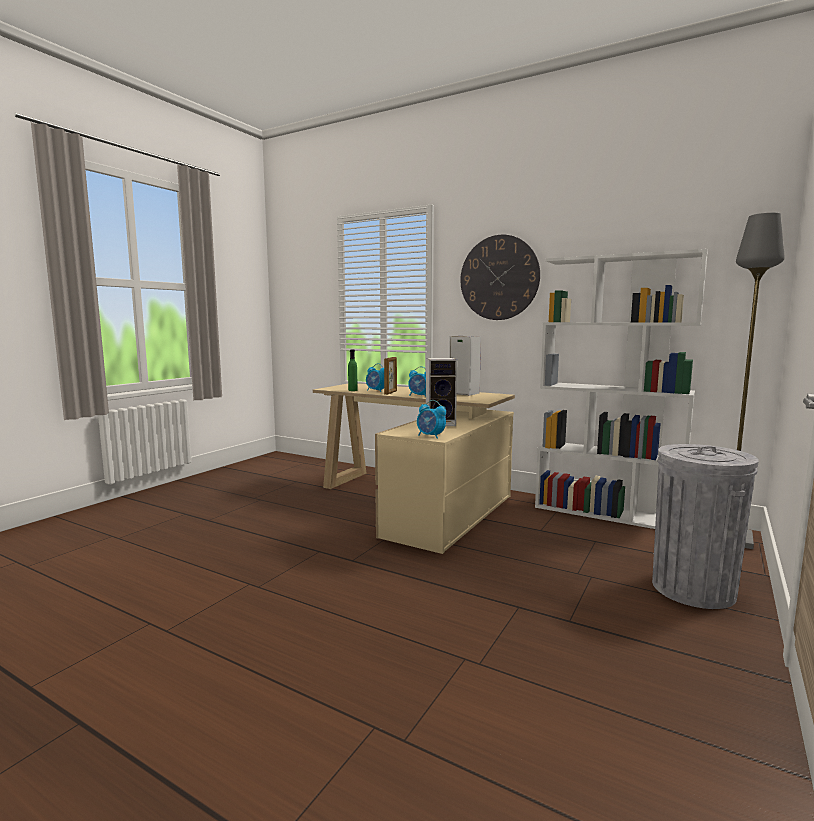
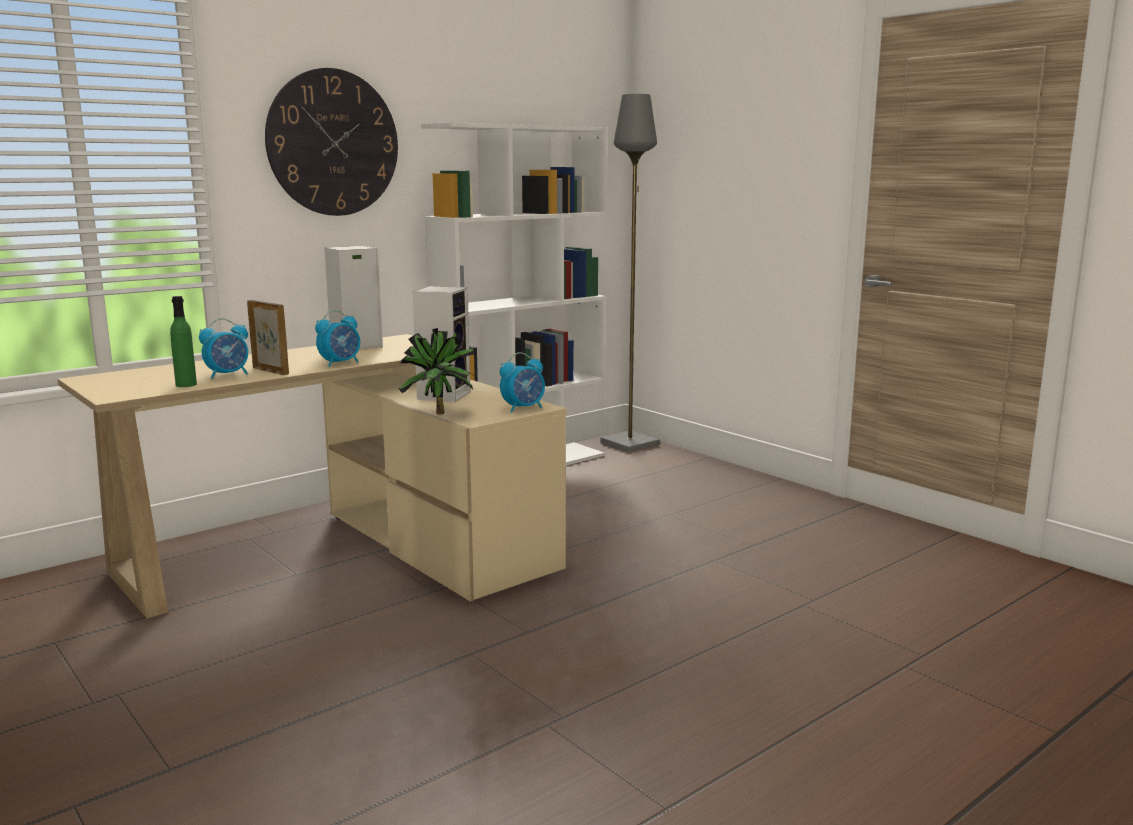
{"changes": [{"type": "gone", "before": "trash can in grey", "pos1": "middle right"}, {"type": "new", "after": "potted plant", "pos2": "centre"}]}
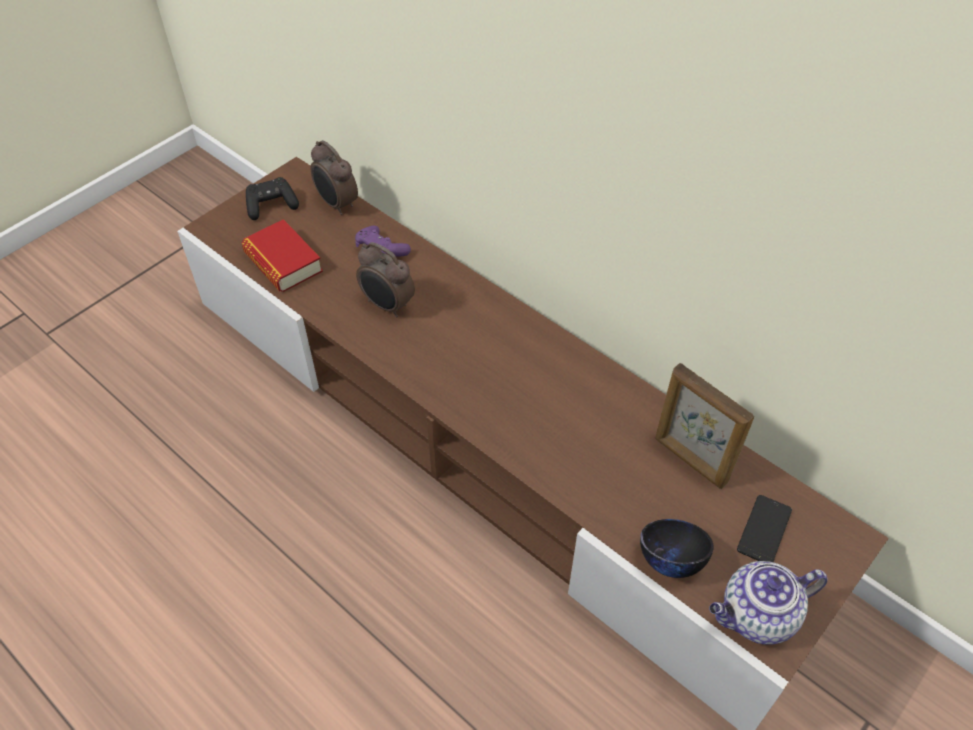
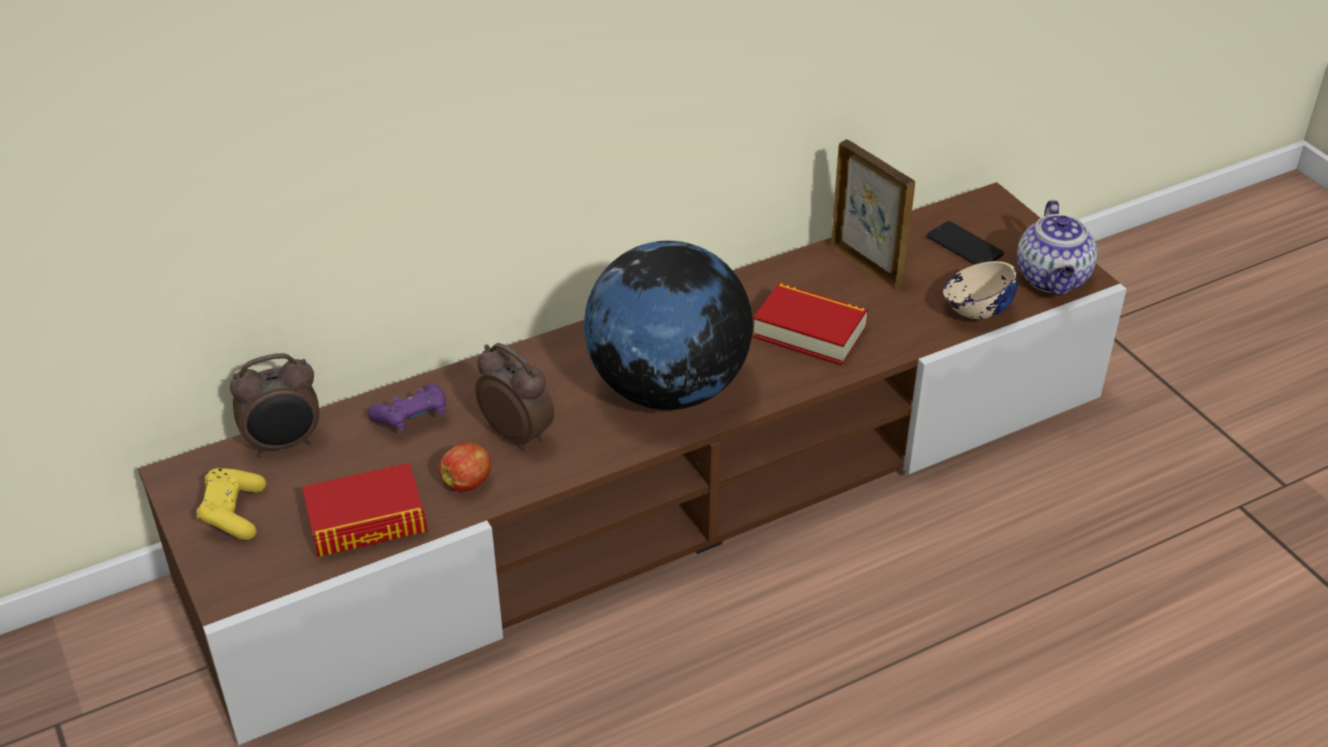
{"changes": [{"type": "new", "after": "apple", "pos2": "centre"}, {"type": "new", "after": "globe", "pos2": "centre"}, {"type": "new", "after": "book (no. 2 from left)", "pos2": "centre"}, {"type": "repainted", "before": "game controller in black", "after": "game controller in yellow", "pos1": "top left", "pos2": "bottom left"}, {"type": "repainted", "before": "bowl in black", "after": "bowl in beige", "pos1": "bottom right", "pos2": "middle right"}, {"type": "rotated", "before": "alarm clock (no. 2 from left)", "pos1": "centre", "pos2": "centre", "turn": -105}, {"type": "rotated", "before": "picture frame", "pos1": "middle right", "pos2": "top centre", "turn": -105}]}
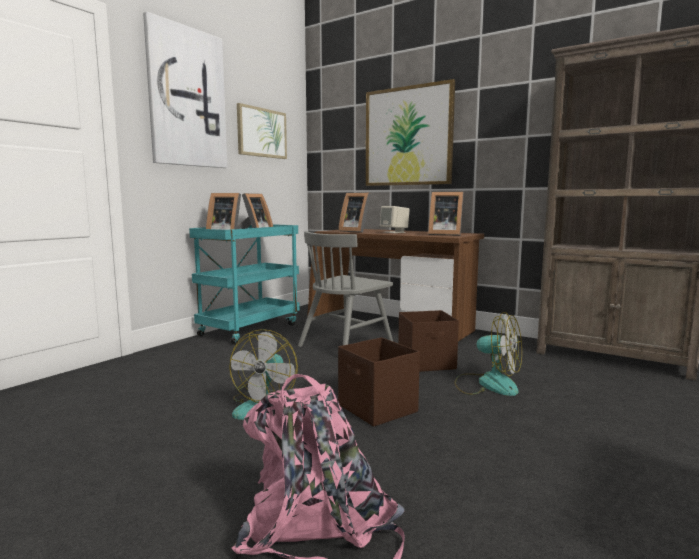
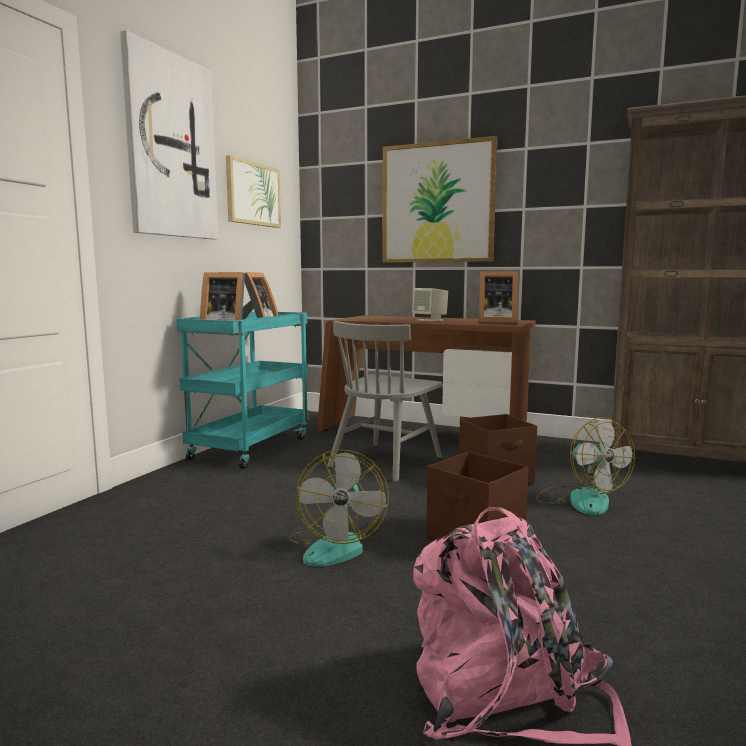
{"changes": [{"type": "gone", "before": "picture frame (no. 3 from left)", "pos1": "centre"}, {"type": "rotated", "before": "fan (no. 2 from left)", "pos1": "middle right", "pos2": "middle right", "turn": 45}]}
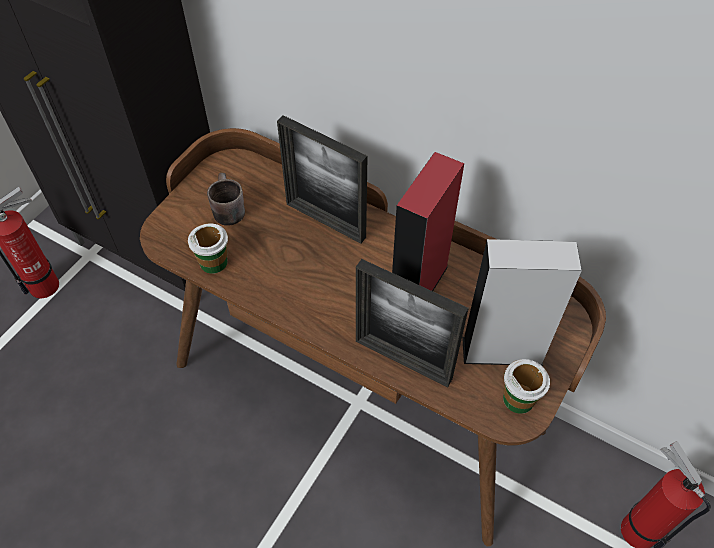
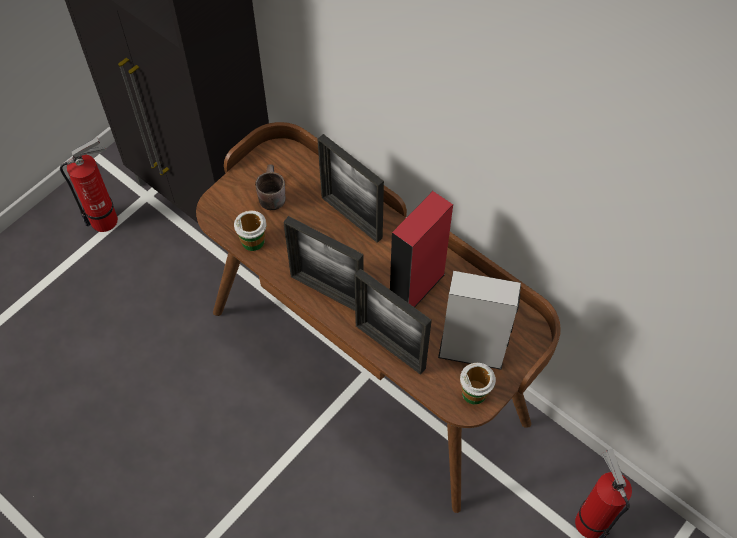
{"changes": [{"type": "new", "after": "picture frame (no. 1 from left)", "pos2": "centre"}]}
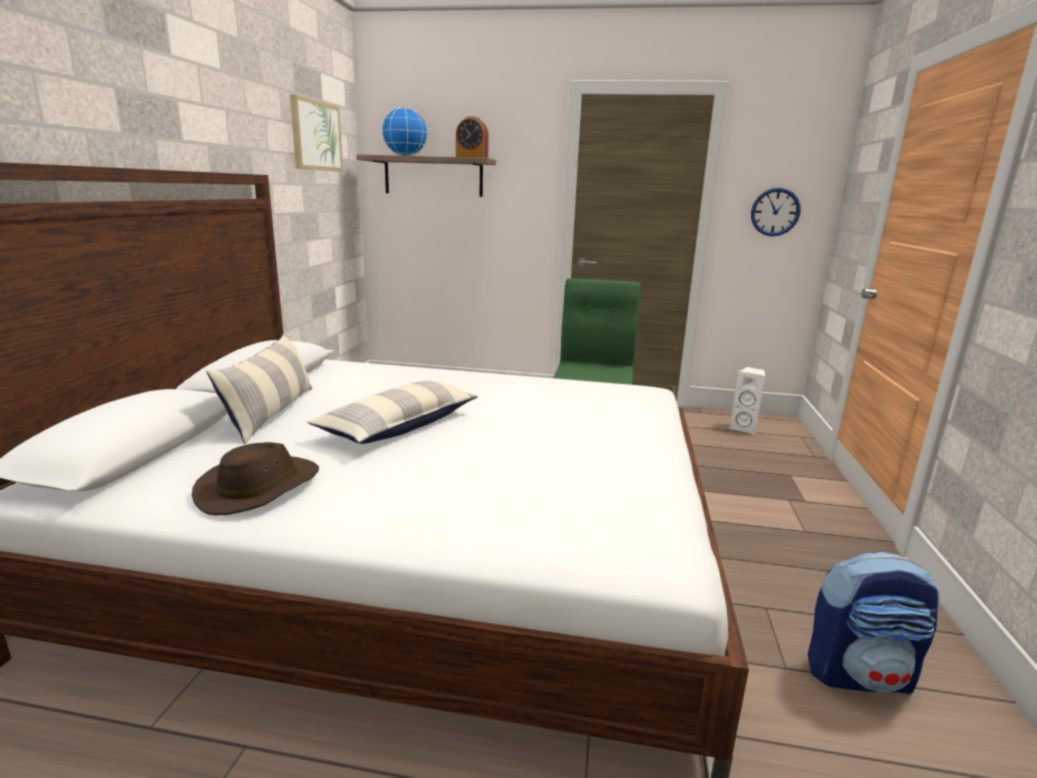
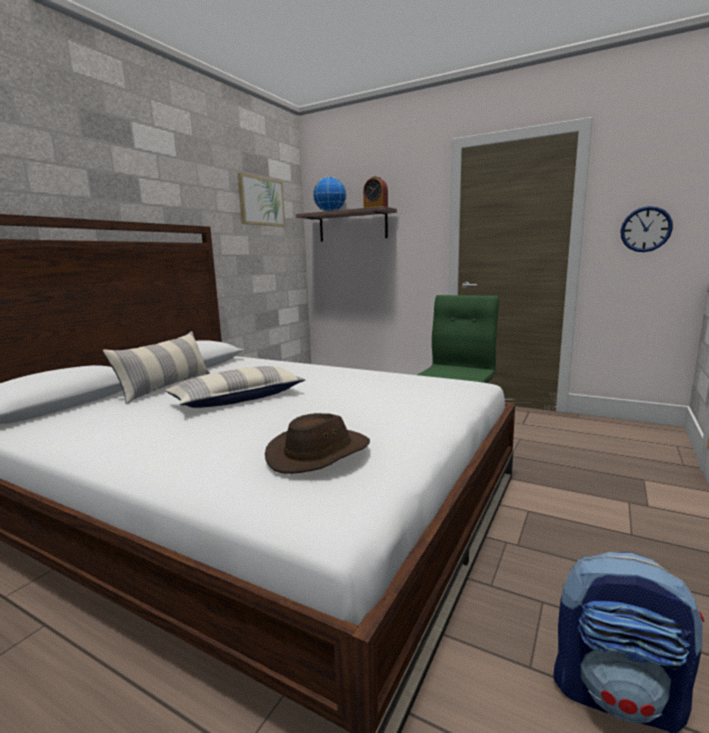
{"changes": [{"type": "gone", "before": "speaker in white", "pos1": "middle right"}, {"type": "shifted", "before": "hat in brown", "pos1": "middle left", "pos2": "centre"}]}
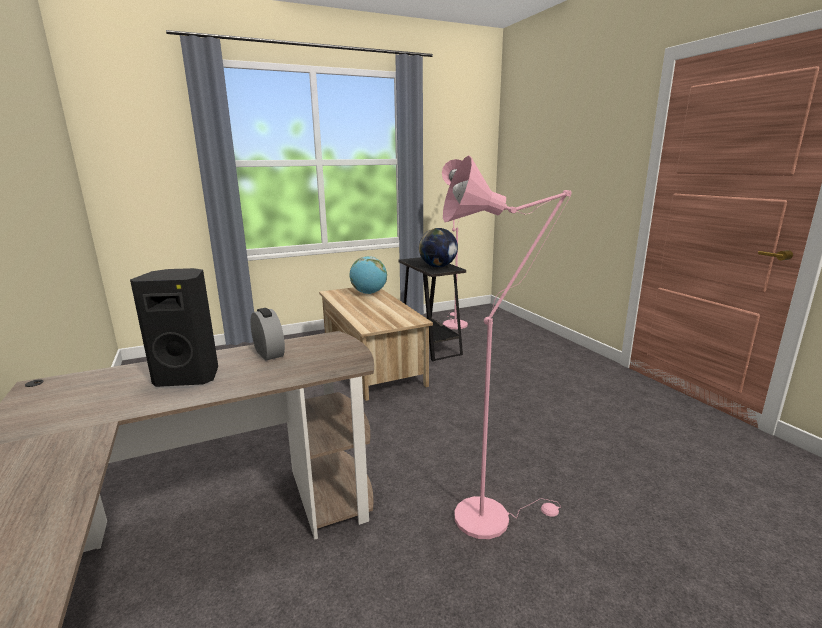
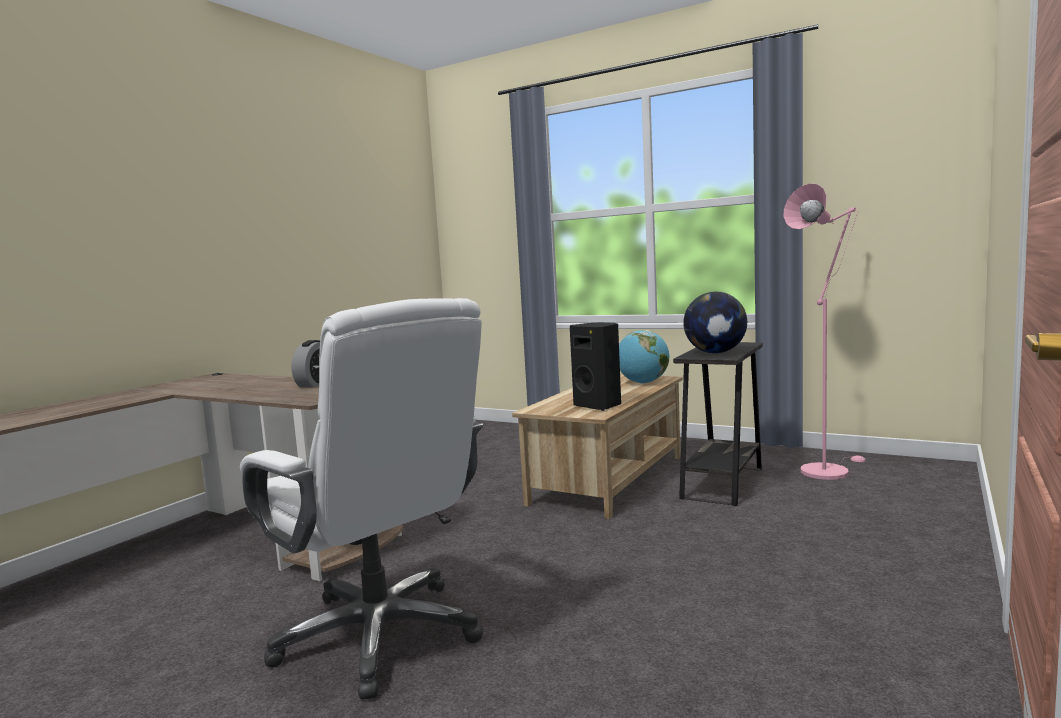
{"changes": [{"type": "shifted", "before": "speaker in black", "pos1": "middle left", "pos2": "centre"}, {"type": "swapped", "before": "floor lamp in pink (no. 2 from left)", "after": "office chair in white", "pos1": "centre", "pos2": "bottom centre"}]}
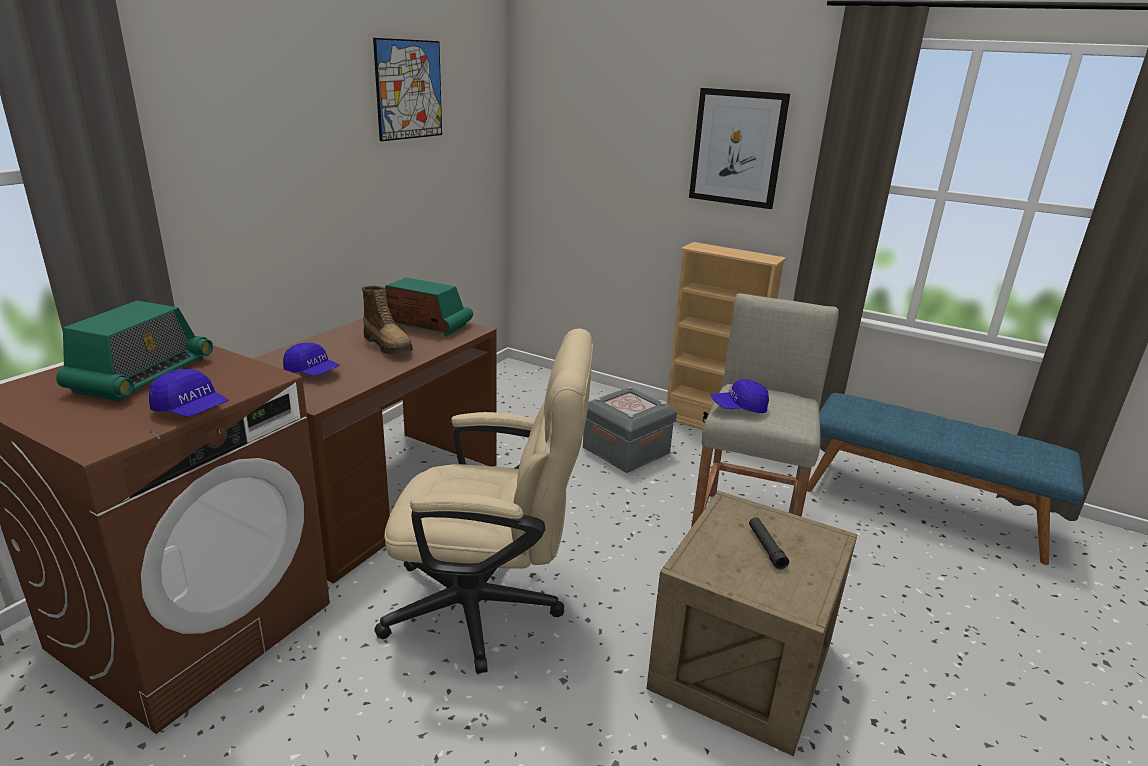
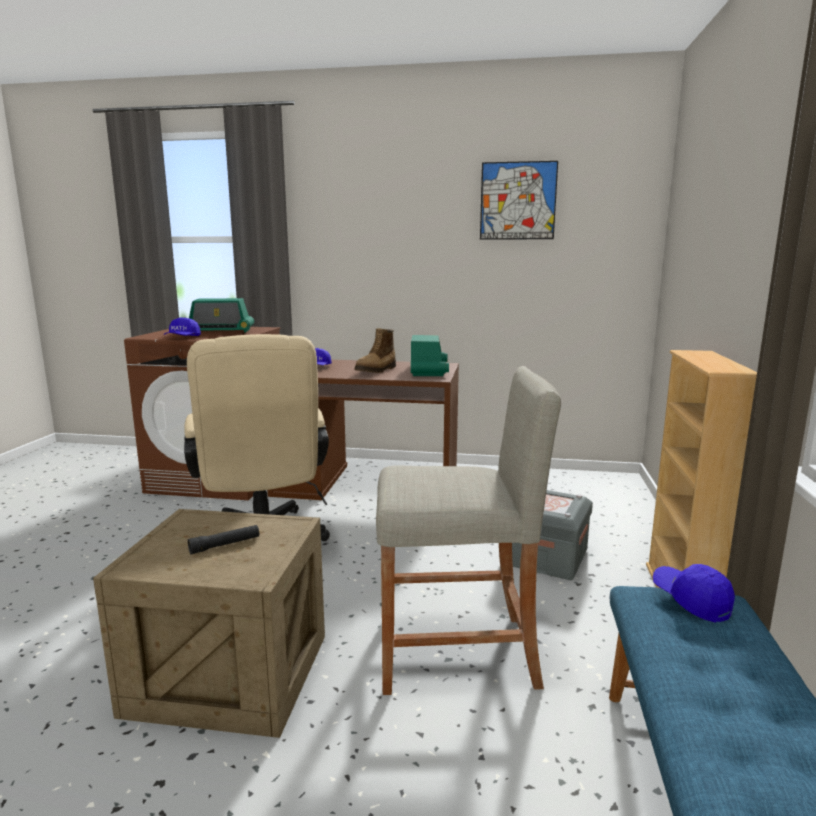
{"changes": [{"type": "gone", "before": "picture (no. 2 from left)", "pos1": "top centre"}, {"type": "shifted", "before": "cap in blue (no. 3 from left)", "pos1": "centre", "pos2": "bottom right"}]}
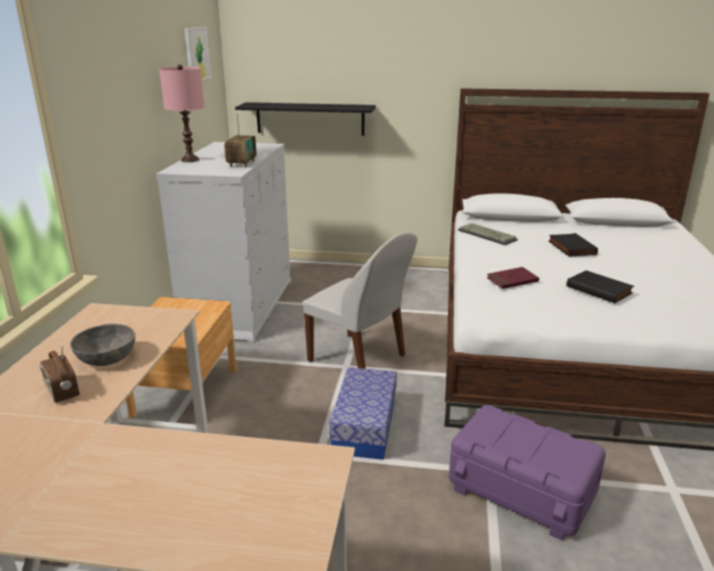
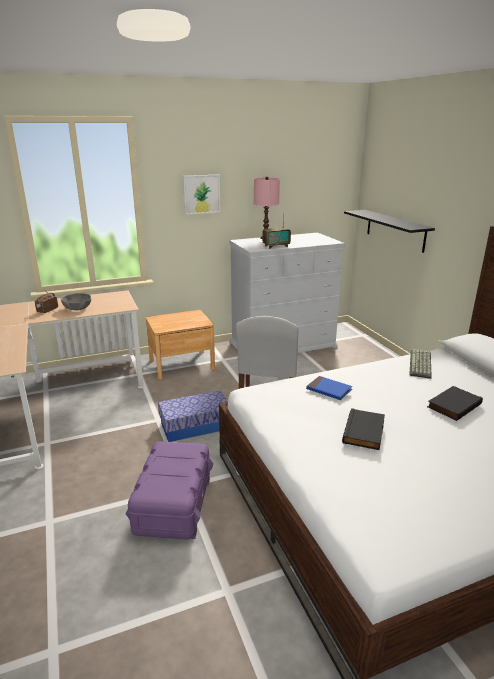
{"changes": [{"type": "shifted", "before": "picture", "pos1": "top left", "pos2": "top centre"}, {"type": "repainted", "before": "book in red", "after": "book in blue", "pos1": "middle right", "pos2": "centre"}]}
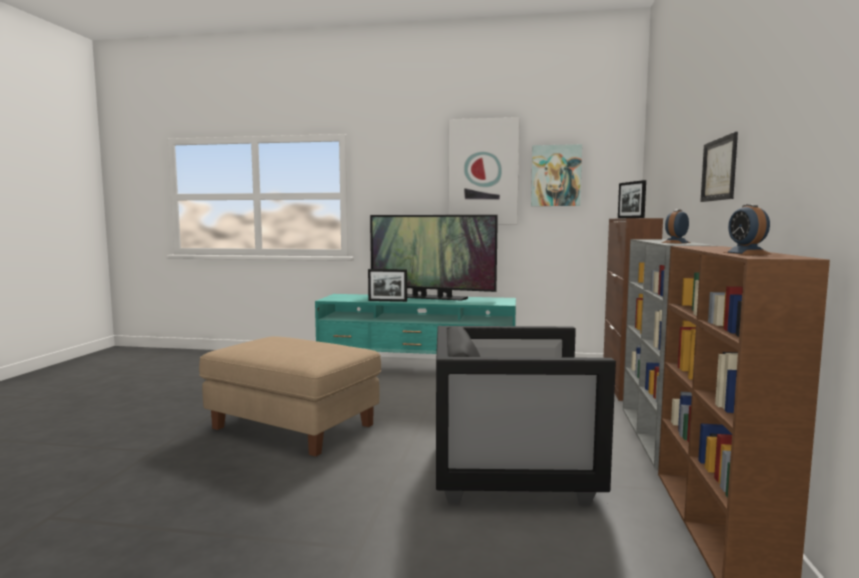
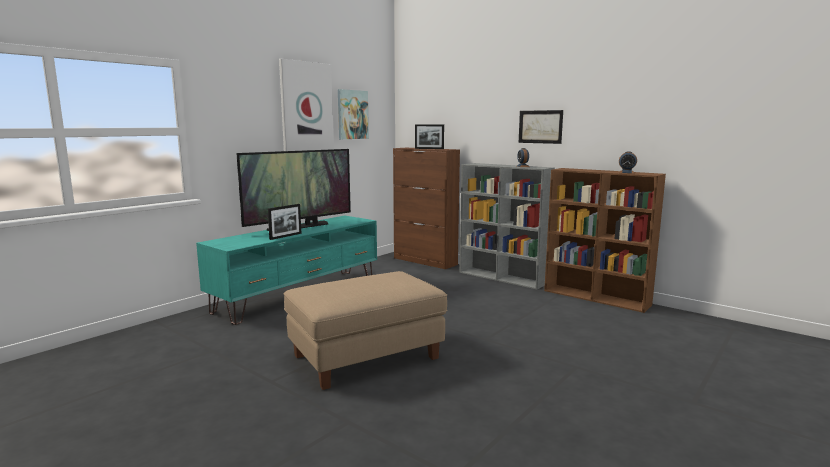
{"changes": [{"type": "gone", "before": "armchair in black", "pos1": "bottom centre"}]}
